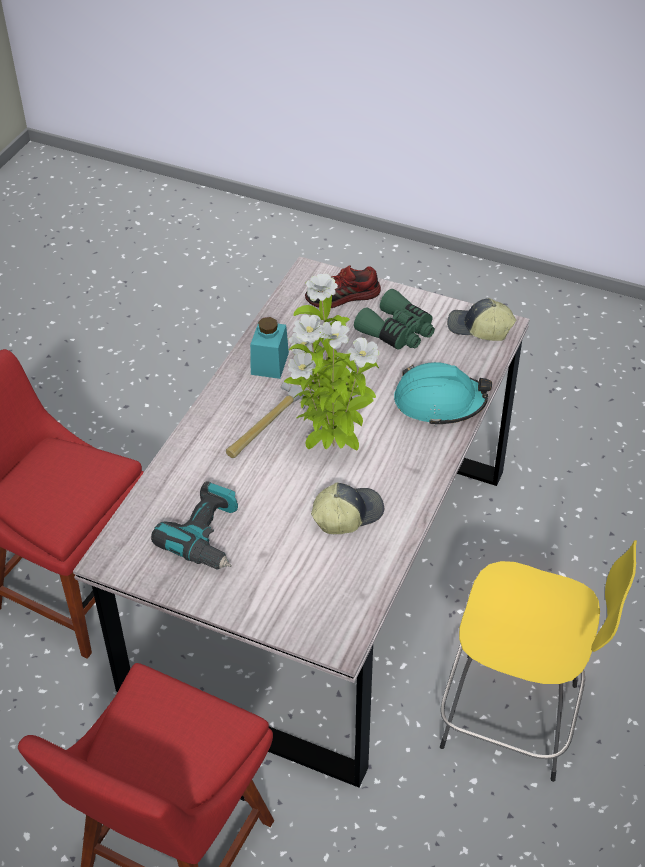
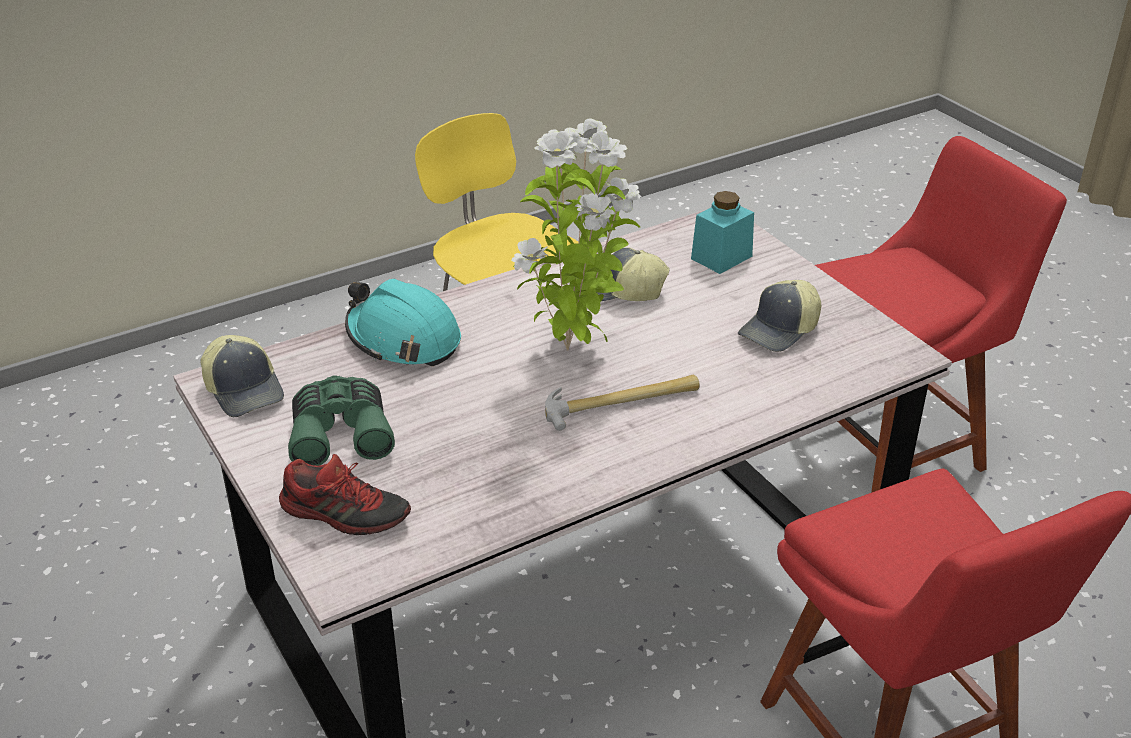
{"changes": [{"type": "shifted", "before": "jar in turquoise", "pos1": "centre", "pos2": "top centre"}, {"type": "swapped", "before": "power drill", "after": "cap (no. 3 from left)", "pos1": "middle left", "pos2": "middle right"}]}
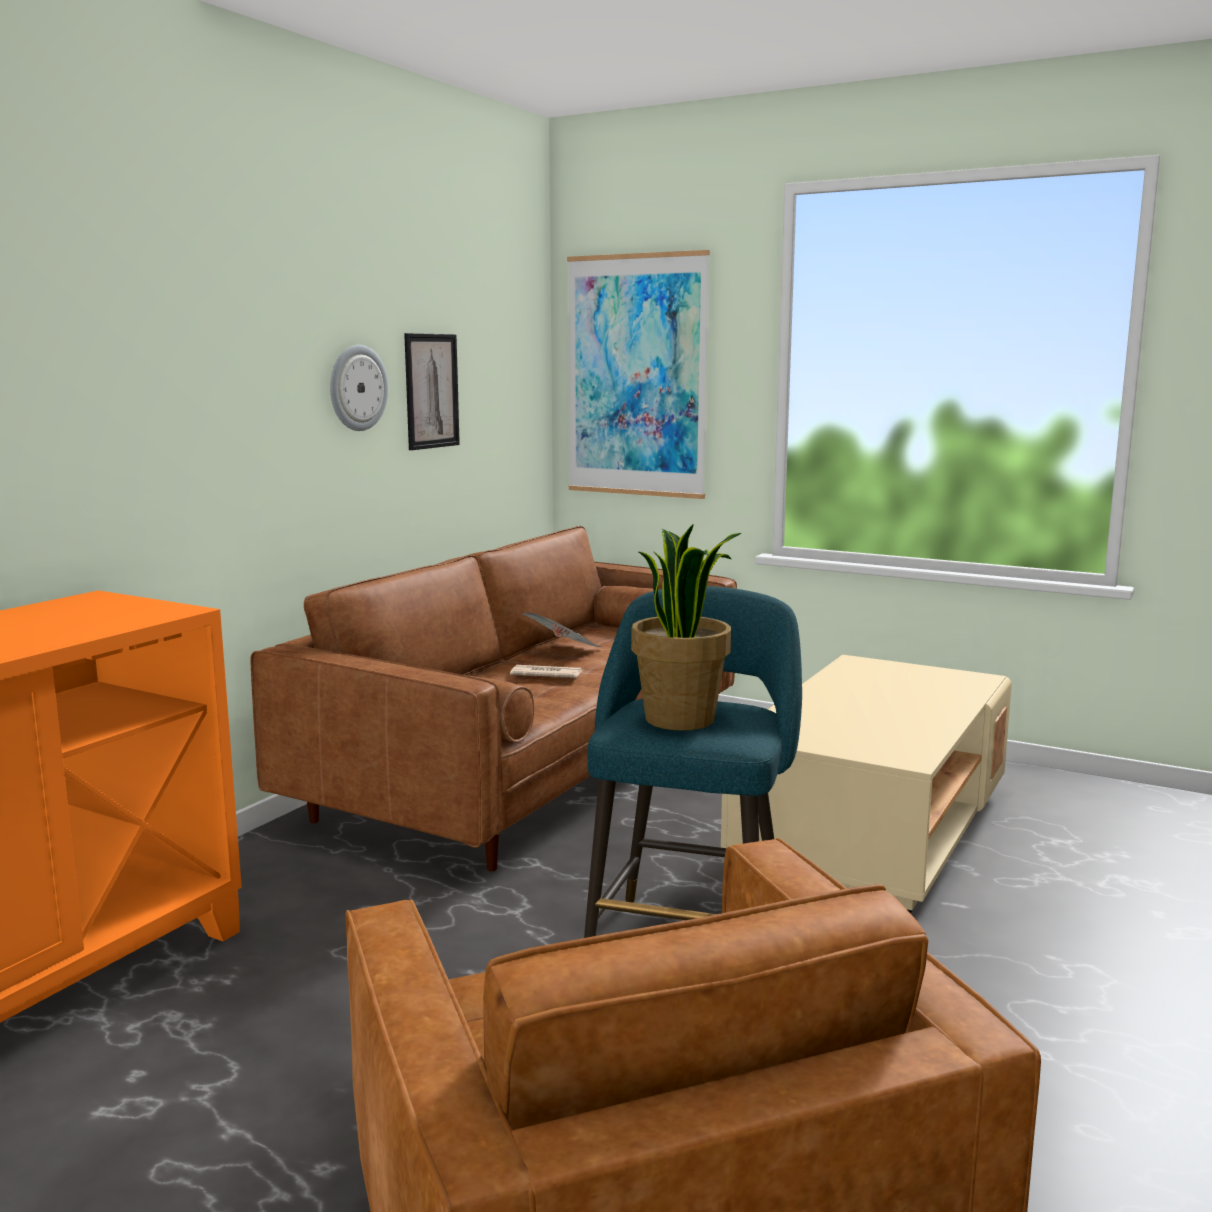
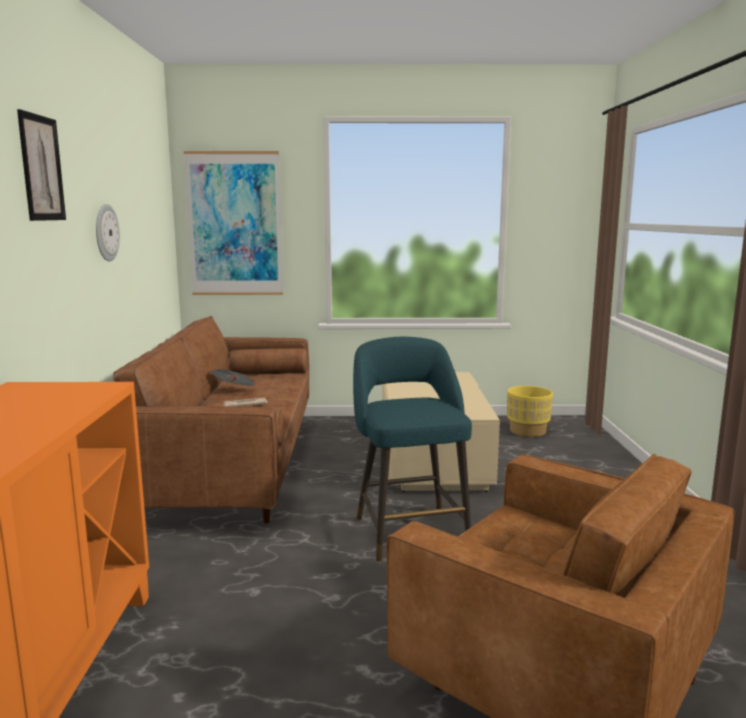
{"changes": [{"type": "gone", "before": "potted plant", "pos1": "centre"}, {"type": "new", "after": "planter in yellow", "pos2": "middle right"}, {"type": "shifted", "before": "picture (no. 1 from left)", "pos1": "top centre", "pos2": "top left"}]}
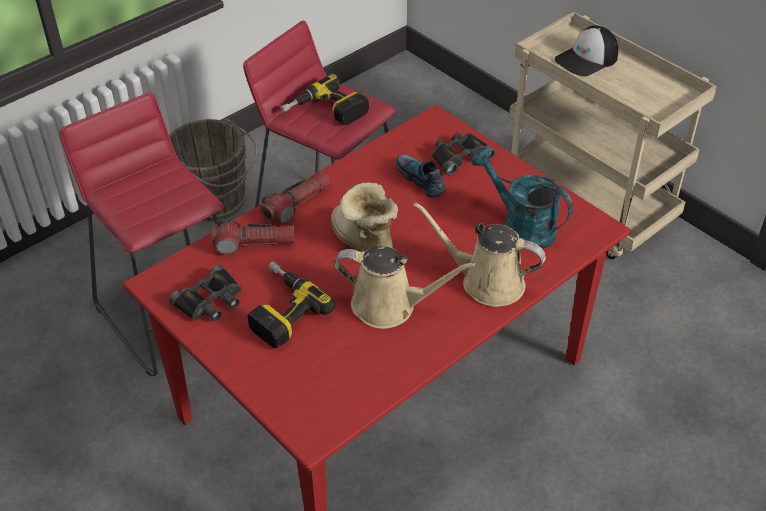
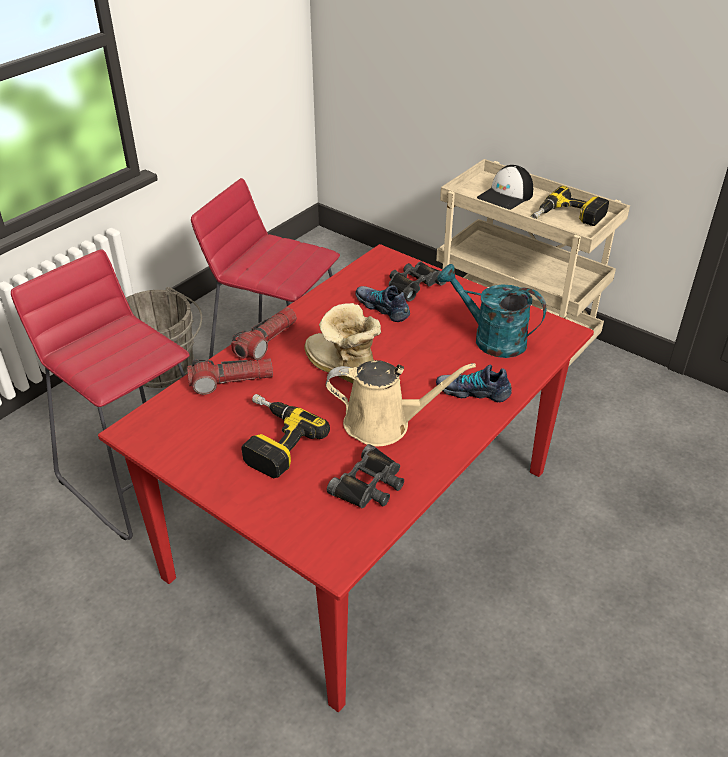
{"changes": [{"type": "shifted", "before": "binoculars in black (no. 1 from left)", "pos1": "middle left", "pos2": "centre"}, {"type": "shifted", "before": "power drill (no. 2 from left)", "pos1": "top centre", "pos2": "top right"}, {"type": "swapped", "before": "watering can in beige (no. 2 from left)", "after": "shoe (no. 2 from left)", "pos1": "centre", "pos2": "centre"}]}
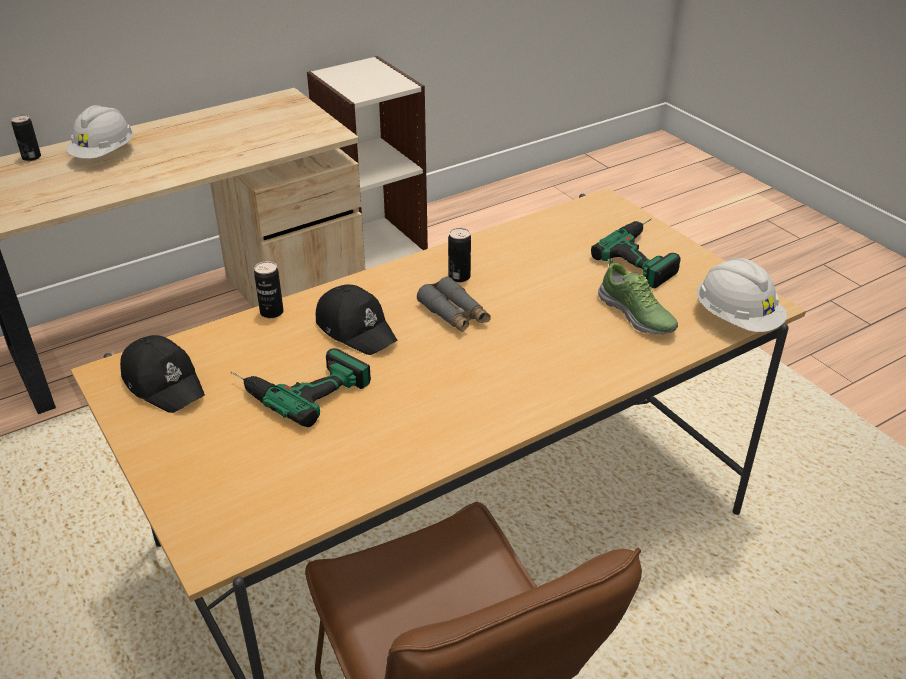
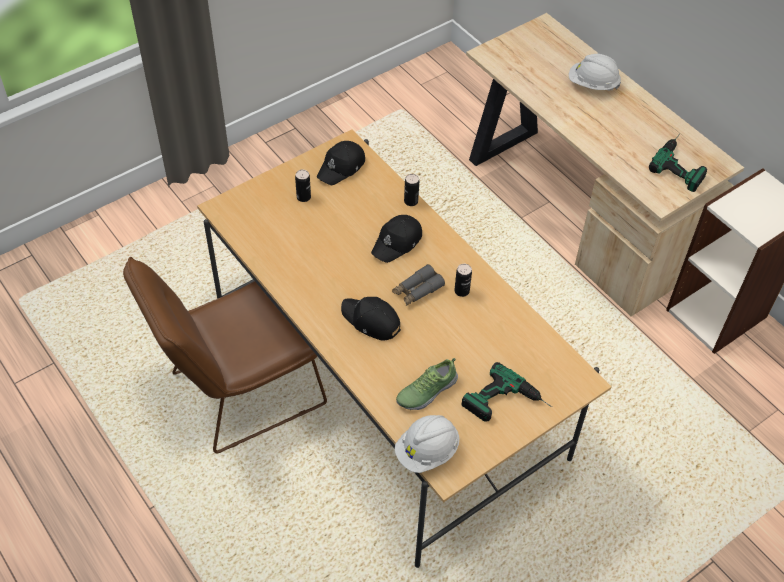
{"changes": [{"type": "new", "after": "cap in black (no. 2 from left)", "pos2": "centre"}, {"type": "shifted", "before": "can (no. 1 from left)", "pos1": "top left", "pos2": "top centre"}, {"type": "shifted", "before": "power drill (no. 1 from left in the first image)", "after": "power drill (no. 2 from left)", "pos1": "middle left", "pos2": "top right"}]}
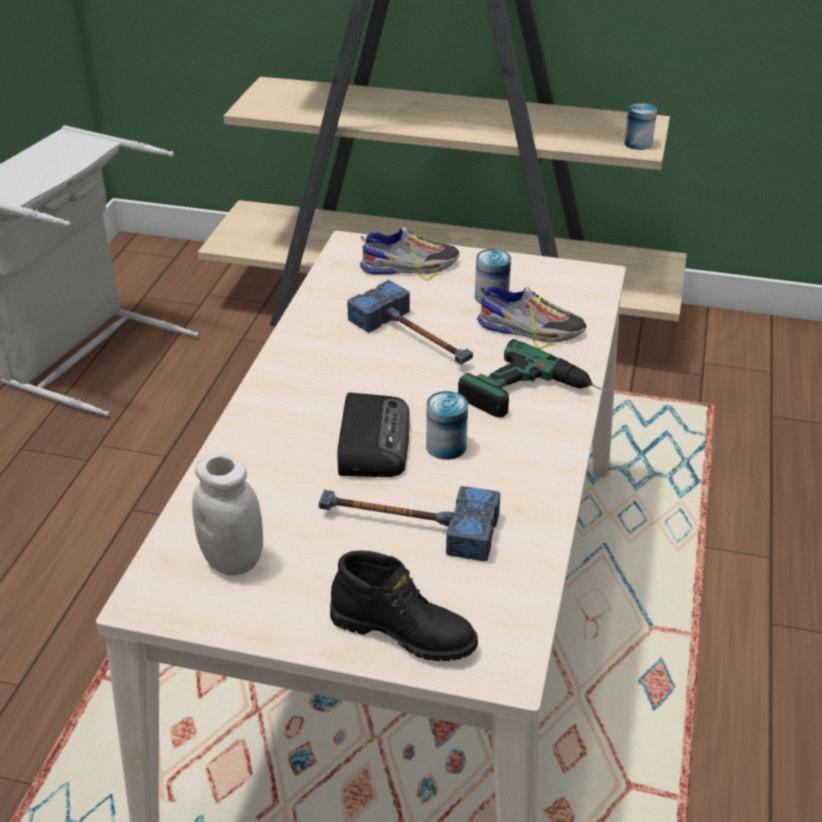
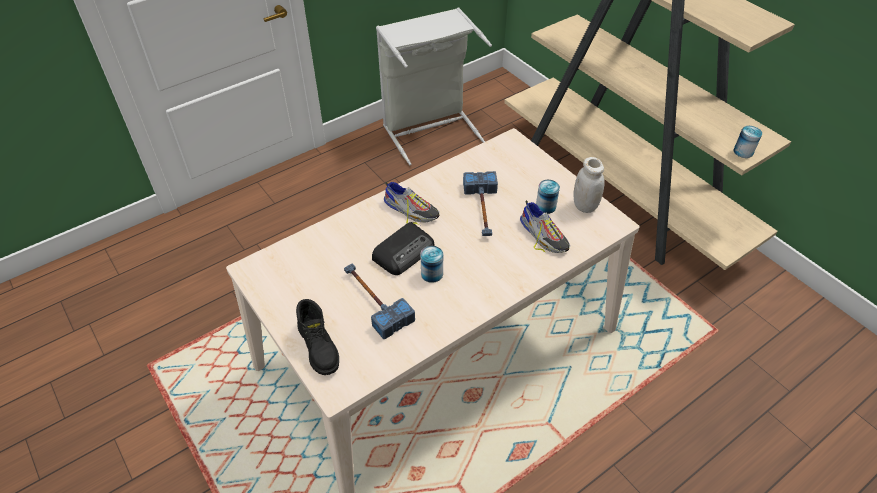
{"changes": [{"type": "gone", "before": "power drill", "pos1": "centre"}, {"type": "shifted", "before": "jar in white", "pos1": "middle left", "pos2": "middle right"}, {"type": "shifted", "before": "shoe (no. 1 from left)", "pos1": "top centre", "pos2": "centre"}]}
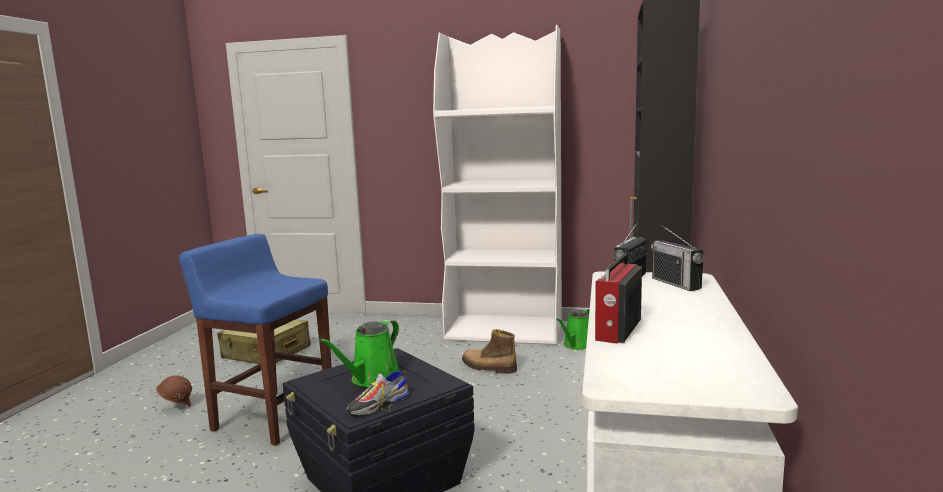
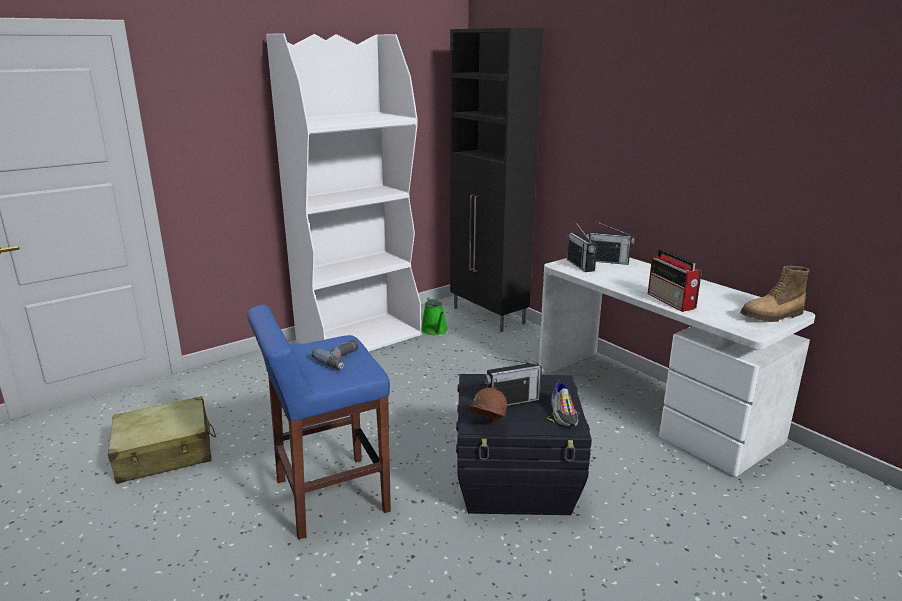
{"changes": [{"type": "new", "after": "power drill", "pos2": "centre"}, {"type": "shifted", "before": "hard hat in brown", "pos1": "bottom left", "pos2": "bottom centre"}, {"type": "shifted", "before": "boot", "pos1": "bottom centre", "pos2": "middle right"}, {"type": "swapped", "before": "watering can in green (no. 1 from left)", "after": "radio (no. 1 from left)", "pos1": "bottom centre", "pos2": "centre"}]}
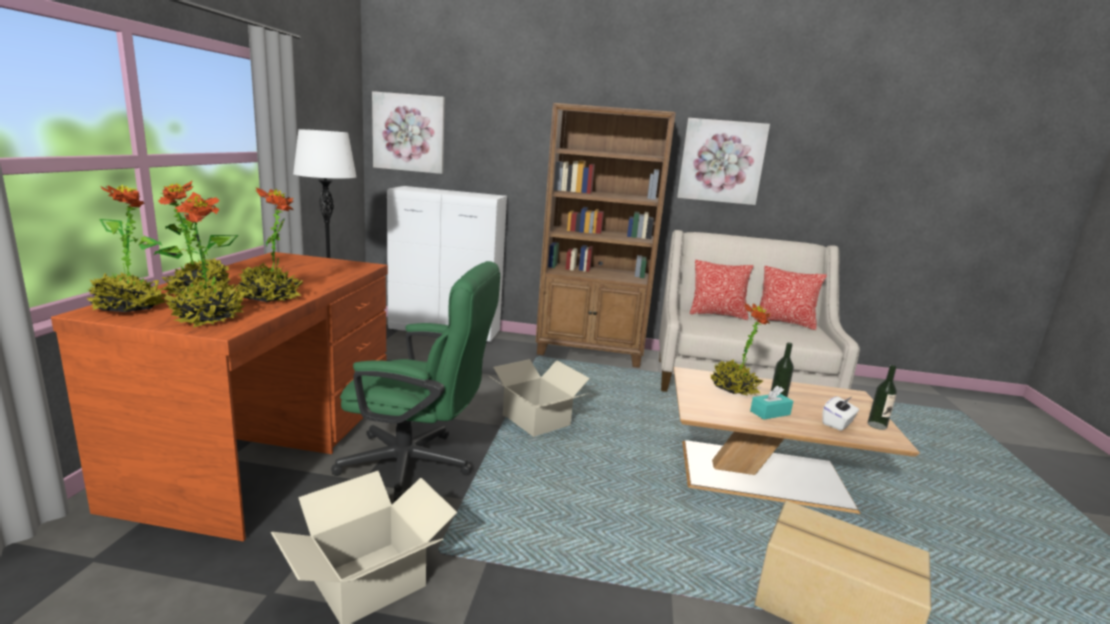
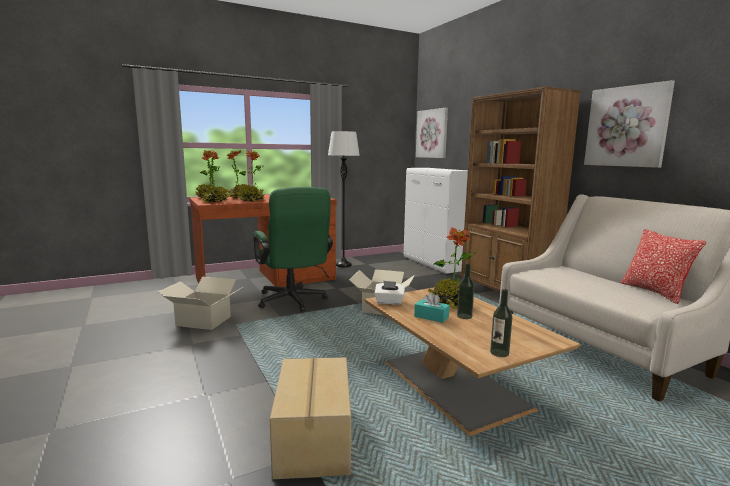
{"changes": [{"type": "gone", "before": "pillow (no. 1 from left)", "pos1": "centre"}, {"type": "shifted", "before": "tissue box in white", "pos1": "middle right", "pos2": "centre"}]}
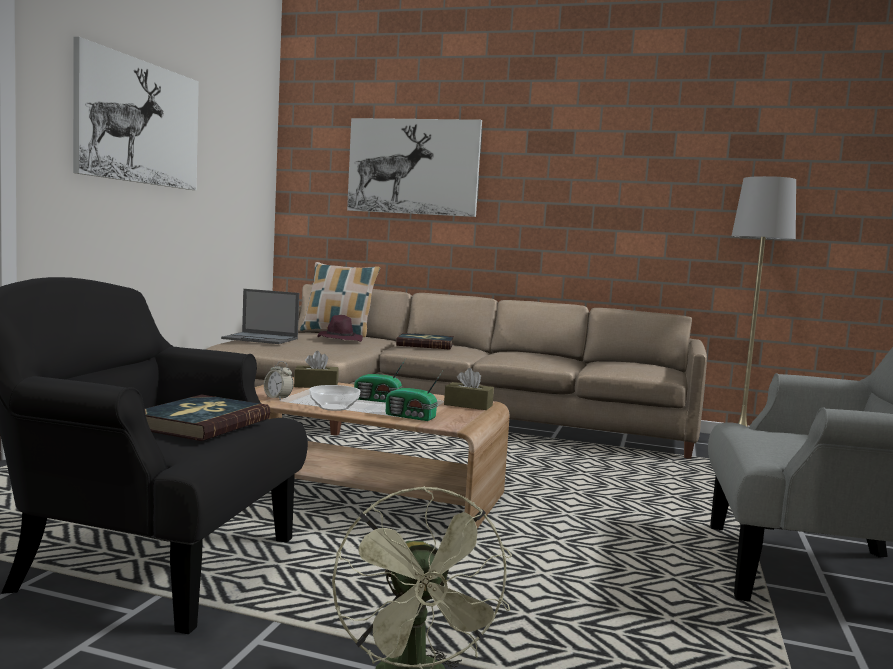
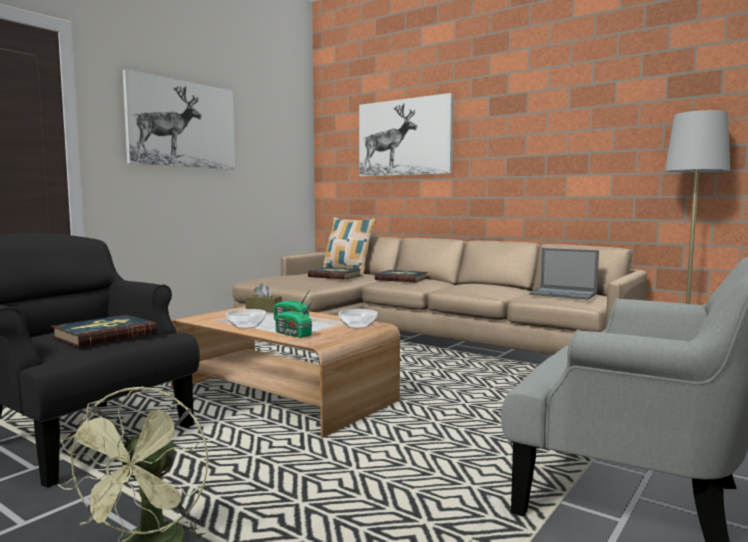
{"changes": [{"type": "gone", "before": "alarm clock", "pos1": "middle left"}, {"type": "shifted", "before": "laptop", "pos1": "middle left", "pos2": "middle right"}, {"type": "swapped", "before": "hat in purple", "after": "book (no. 2 from left)", "pos1": "centre", "pos2": "centre"}, {"type": "swapped", "before": "tissue box in brown (no. 2 from left)", "after": "bowl (no. 2 from left)", "pos1": "centre", "pos2": "centre"}]}
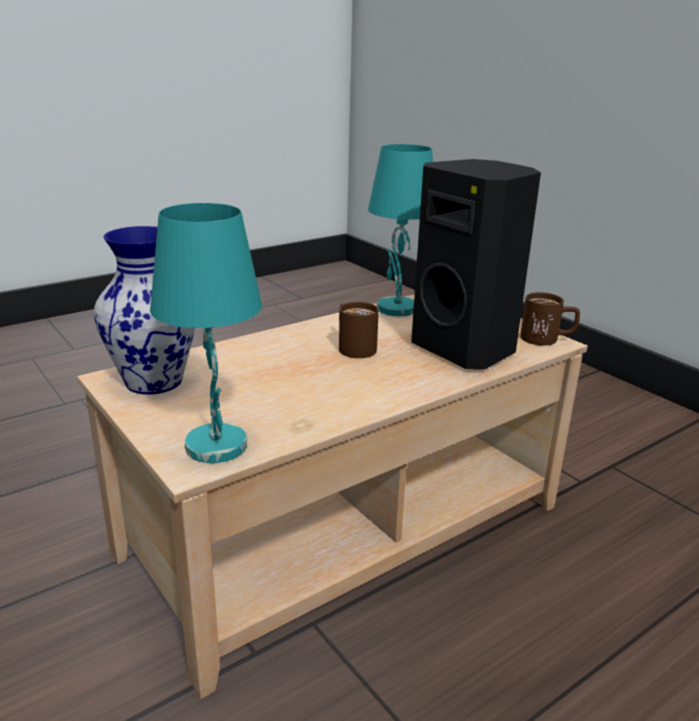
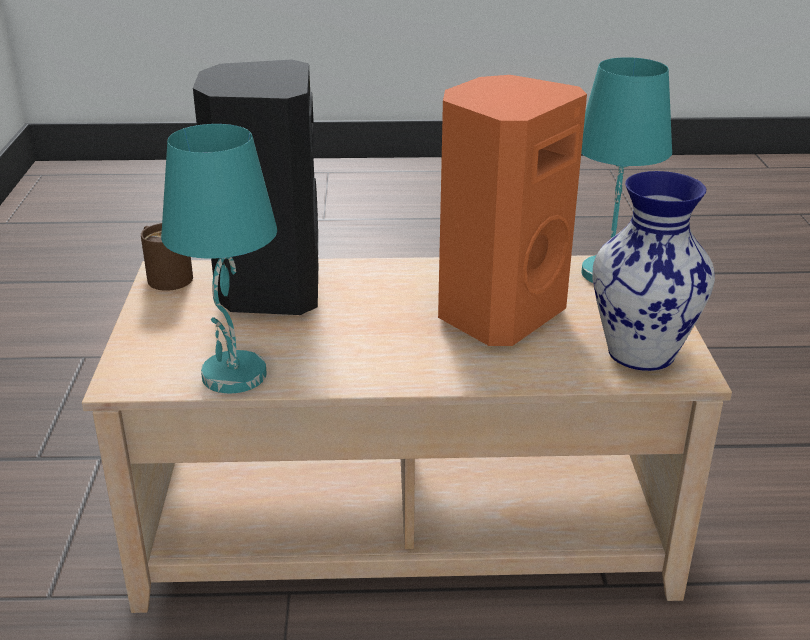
{"changes": [{"type": "gone", "before": "mug in brown (no. 1 from left)", "pos1": "centre"}, {"type": "new", "after": "speaker in orange", "pos2": "top centre"}]}
